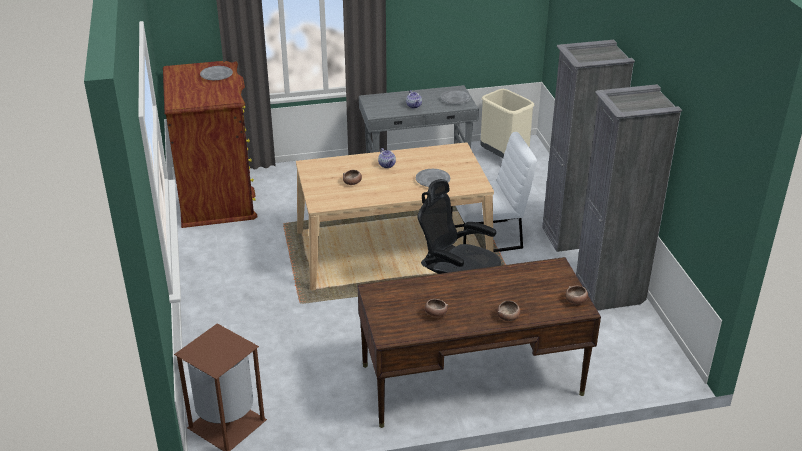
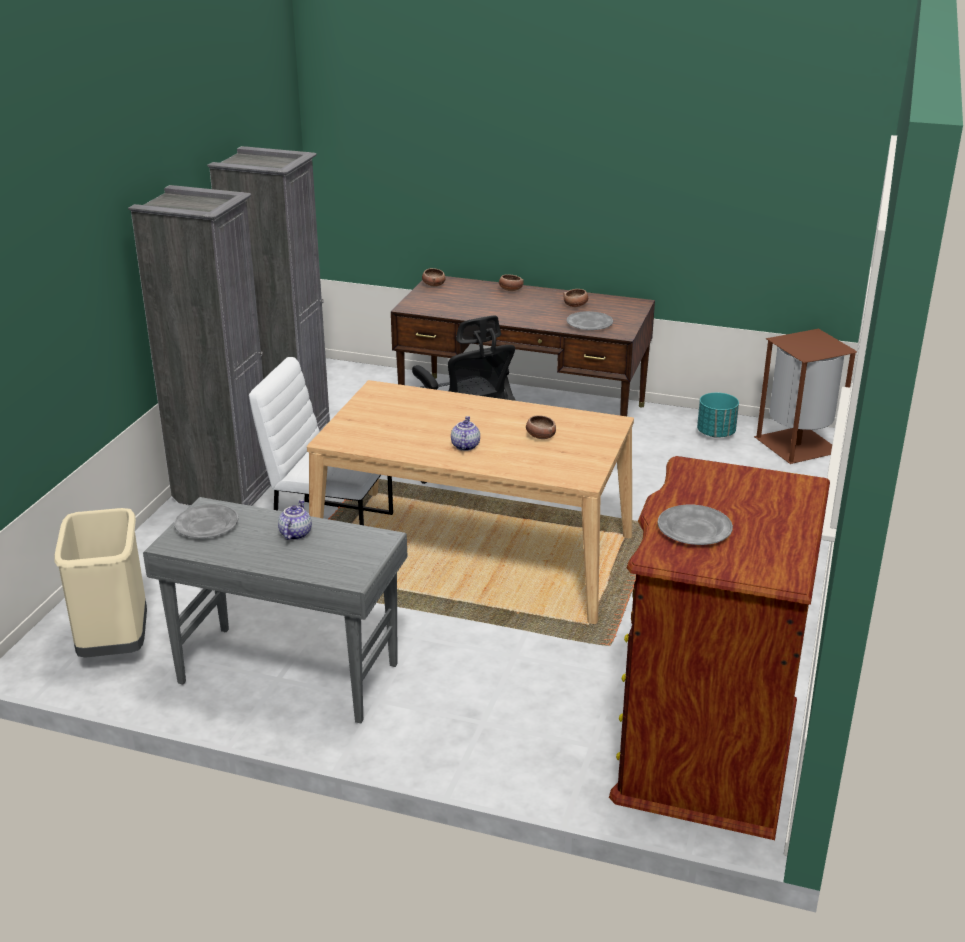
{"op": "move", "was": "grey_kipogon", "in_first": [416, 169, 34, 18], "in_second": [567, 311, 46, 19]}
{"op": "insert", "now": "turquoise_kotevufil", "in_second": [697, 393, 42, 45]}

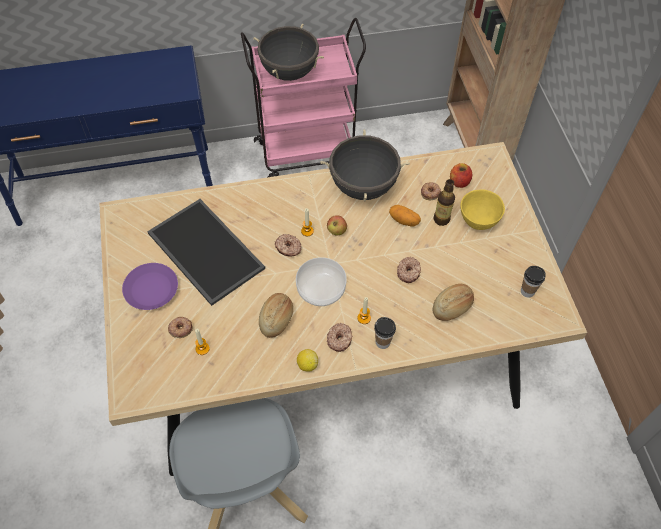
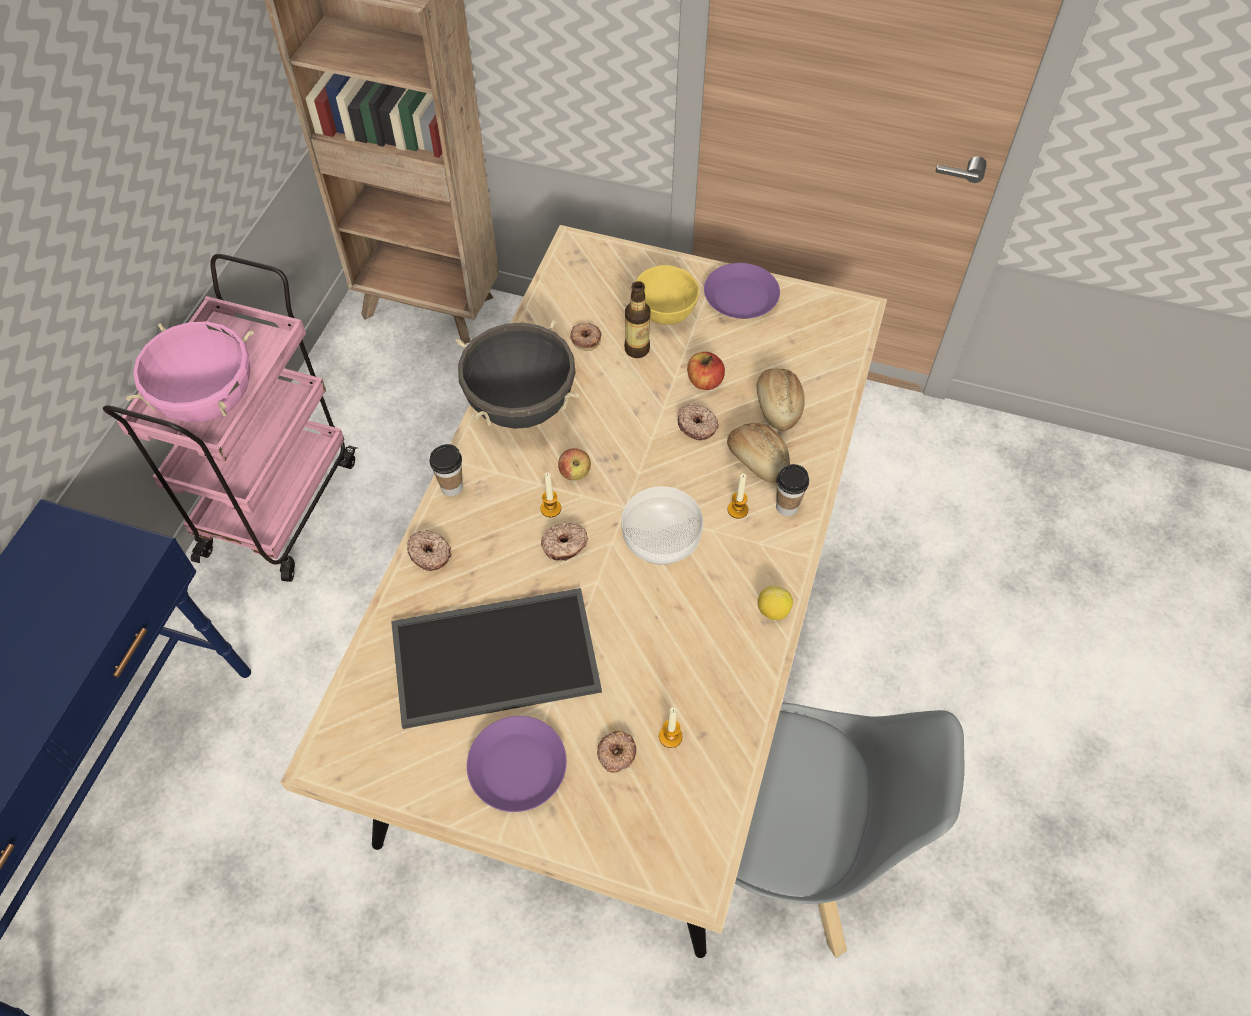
{"op": "recolor", "was": "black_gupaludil", "now": "pink_gupaludil", "in_first": [253, 24, 71, 57], "in_second": [126, 321, 128, 102]}
{"op": "move", "was": "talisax", "in_first": [327, 323, 25, 29], "in_second": [407, 530, 44, 41]}
{"op": "move", "was": "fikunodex", "in_first": [521, 266, 25, 32], "in_second": [430, 444, 33, 52]}
{"op": "move", "was": "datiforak", "in_first": [450, 163, 22, 25], "in_second": [687, 352, 38, 38]}
{"op": "insert", "now": "purple_kipogon", "in_second": [704, 263, 76, 56]}
{"op": "move", "was": "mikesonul", "in_first": [259, 293, 34, 45], "in_second": [727, 423, 63, 60]}
{"op": "delete", "was": "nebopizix", "in_first": [389, 205, 32, 21]}

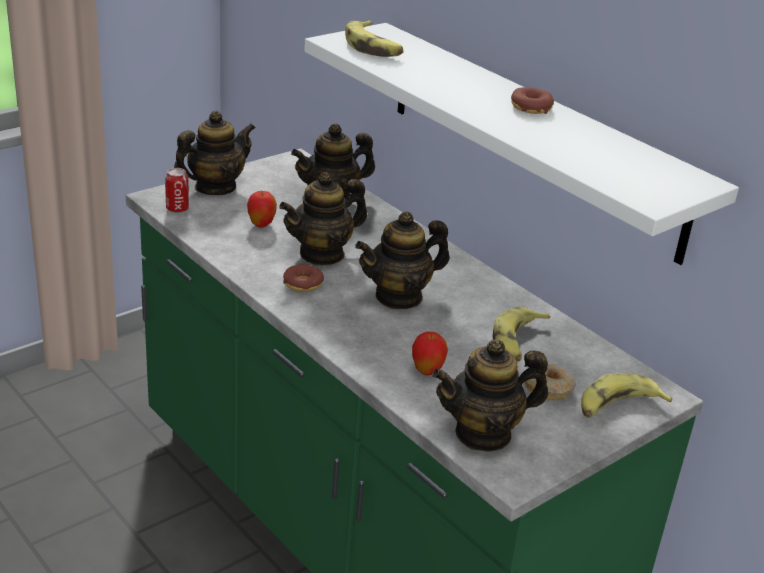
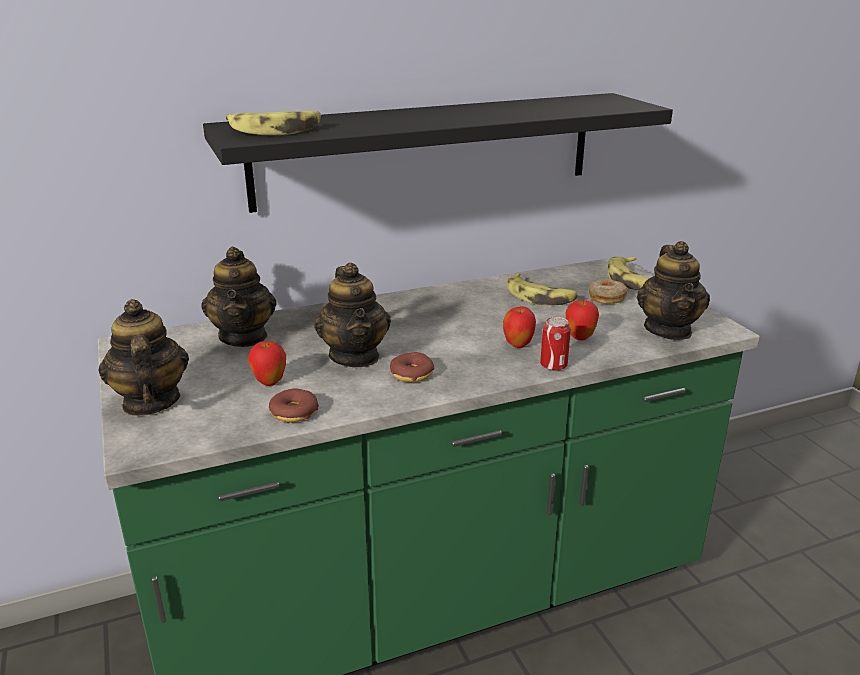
{"op": "recolor", "was": "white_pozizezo", "now": "black_pozizezo", "in_first": [304, 23, 435, 242], "in_second": [203, 93, 470, 120]}
{"op": "move", "was": "talisax", "in_first": [511, 87, 43, 27], "in_second": [269, 388, 50, 35]}
{"op": "insert", "now": "datiforak", "in_second": [503, 307, 33, 41]}
{"op": "move", "was": "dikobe", "in_first": [165, 168, 24, 45], "in_second": [540, 317, 31, 54]}
{"op": "delete", "was": "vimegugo", "in_first": [355, 212, 94, 97]}

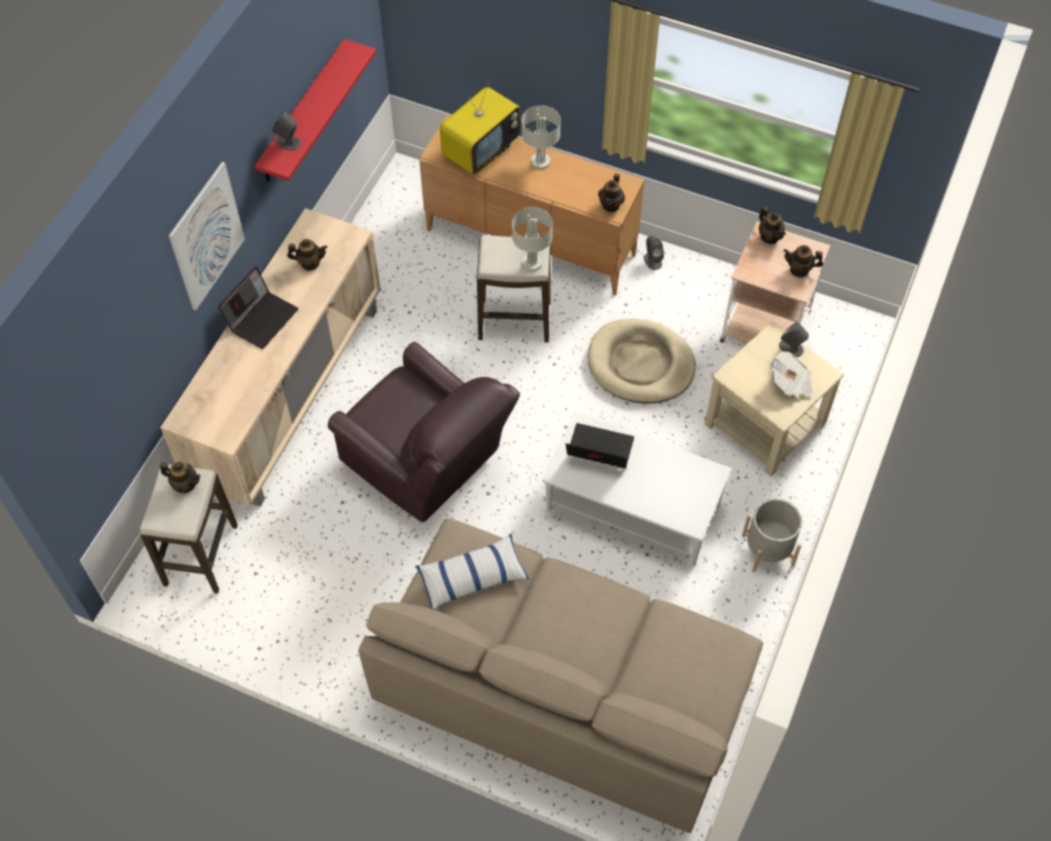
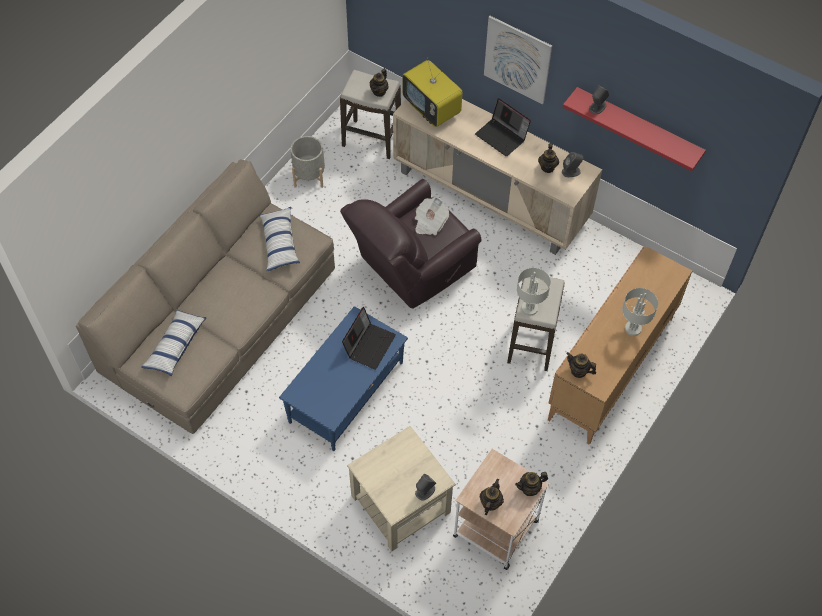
{"op": "insert", "now": "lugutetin", "in_second": [141, 310, 66, 66]}
{"op": "recolor", "was": "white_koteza", "now": "blue_koteza", "in_first": [542, 412, 190, 154], "in_second": [279, 306, 129, 145]}
{"op": "move", "was": "grey_kotevufil", "in_first": [742, 498, 60, 74], "in_second": [290, 136, 35, 52]}
{"op": "move", "was": "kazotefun", "in_first": [440, 81, 80, 94], "in_second": [402, 57, 60, 70]}
{"op": "move", "was": "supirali", "in_first": [770, 352, 43, 46], "in_second": [415, 197, 34, 38]}
{"op": "move", "was": "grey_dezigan", "in_first": [644, 235, 20, 35], "in_second": [562, 152, 22, 25]}
{"op": "delete", "was": "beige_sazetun", "in_first": [588, 319, 108, 85]}

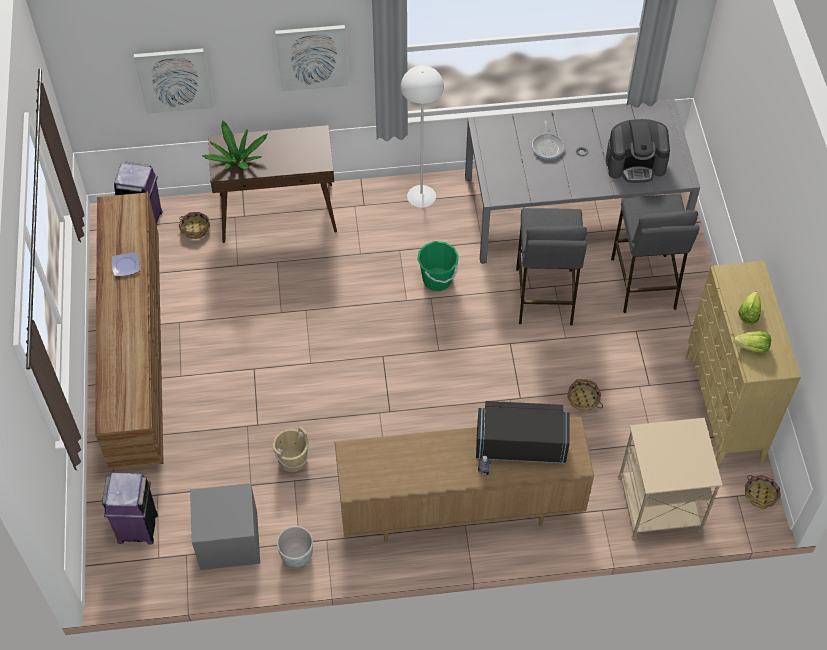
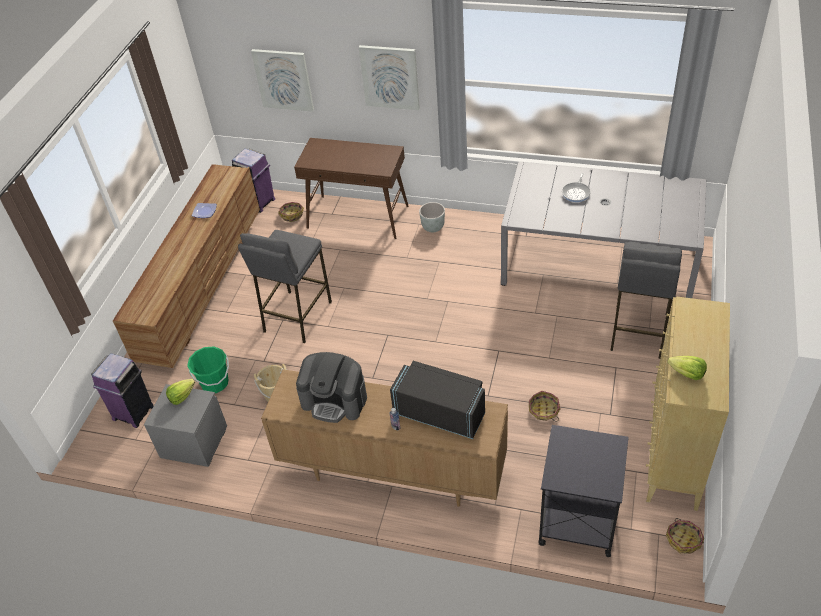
{"op": "move", "was": "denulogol", "in_first": [738, 291, 23, 33], "in_second": [166, 379, 29, 26]}
{"op": "move", "was": "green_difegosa", "in_first": [417, 241, 42, 50], "in_second": [187, 346, 42, 47]}
{"op": "move", "was": "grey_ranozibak", "in_first": [516, 208, 71, 117], "in_second": [238, 230, 94, 113]}
{"op": "move", "was": "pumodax", "in_first": [606, 119, 64, 64], "in_second": [296, 352, 71, 71]}
{"op": "move", "was": "grey_kotevufil", "in_first": [277, 526, 36, 41], "in_second": [419, 202, 26, 30]}
{"op": "recolor", "was": "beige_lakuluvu", "now": "black_lakuluvu", "in_first": [618, 418, 104, 123], "in_second": [538, 425, 91, 132]}
{"op": "delete", "was": "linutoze", "in_first": [202, 120, 66, 50]}
{"op": "delete", "was": "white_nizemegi", "in_first": [401, 65, 43, 143]}

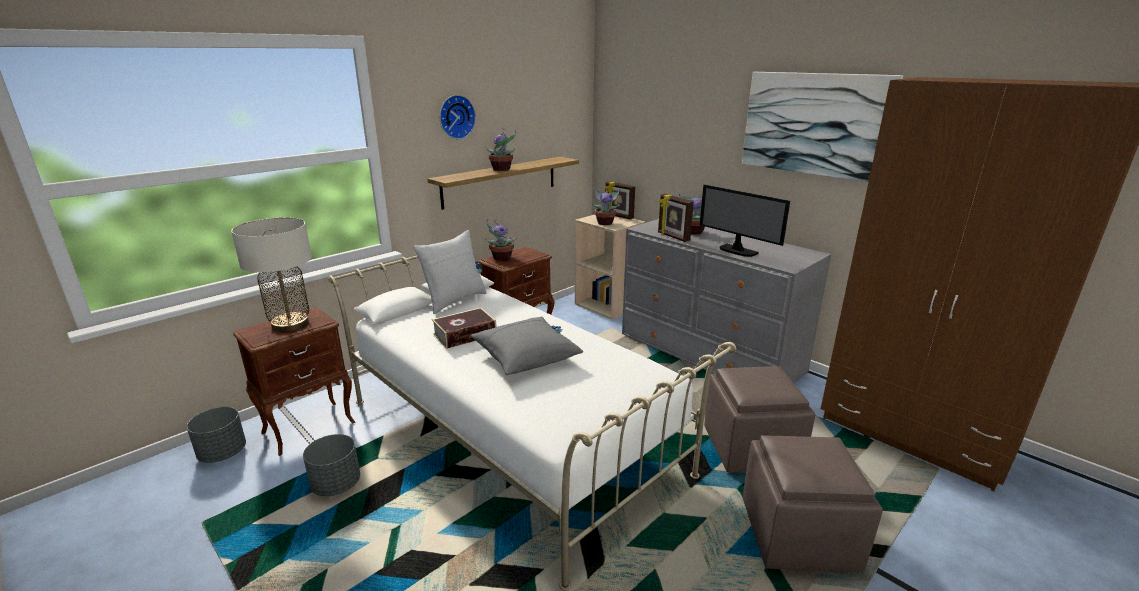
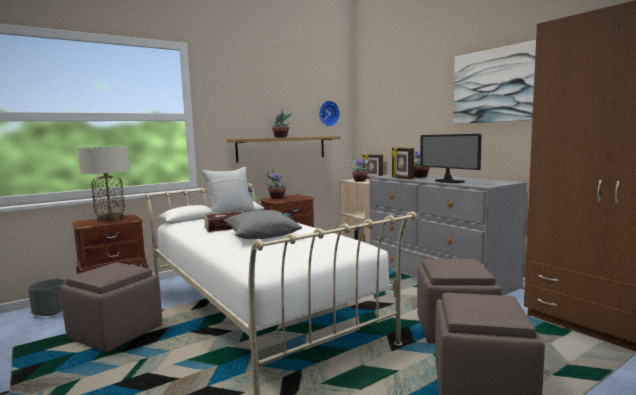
{"op": "replace", "was": "grey_kotevufil", "now": "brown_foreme", "in_first": [303, 434, 57, 62], "in_second": [60, 262, 102, 91]}
{"op": "move", "was": "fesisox", "in_first": [440, 95, 36, 44], "in_second": [319, 101, 21, 26]}

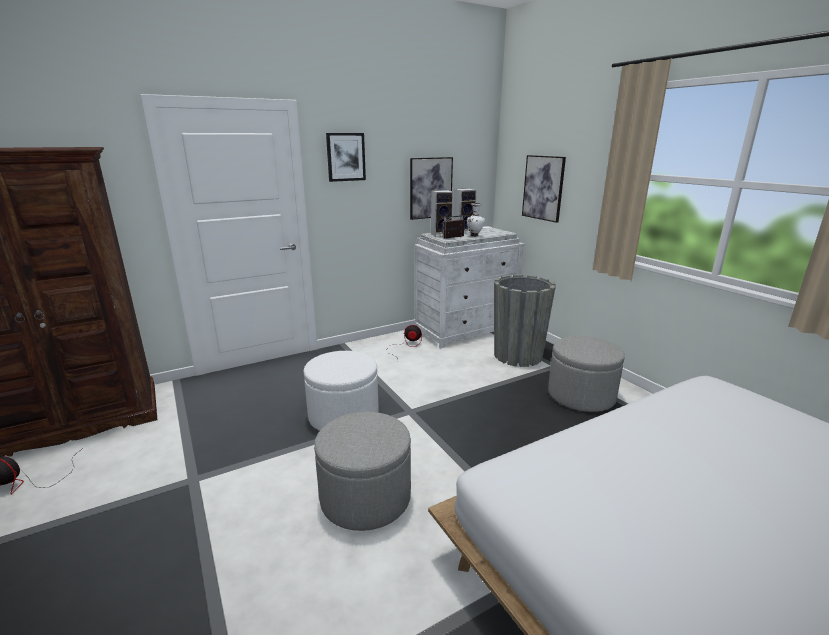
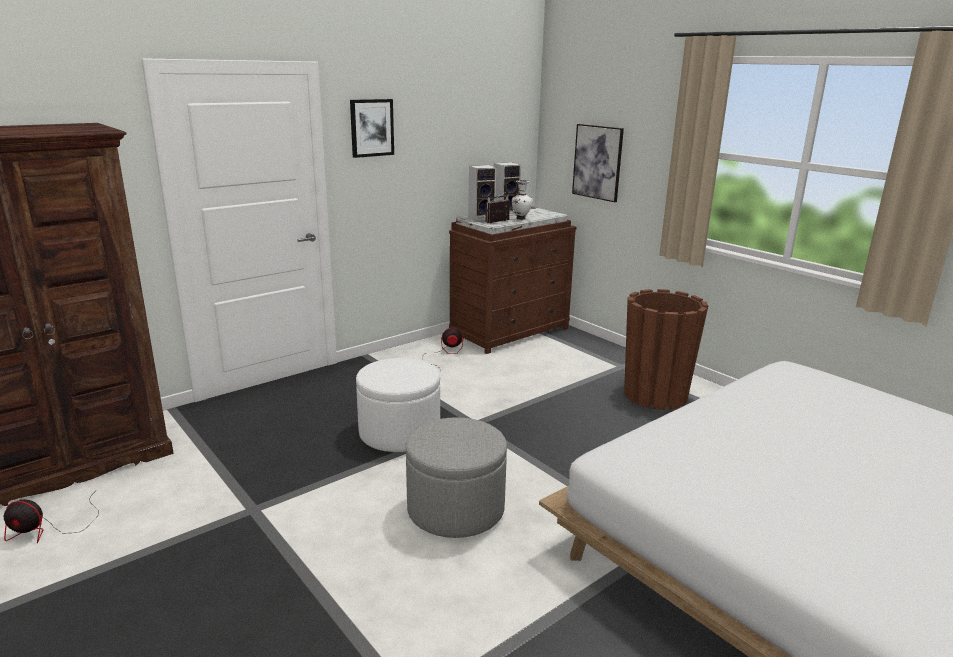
{"op": "recolor", "was": "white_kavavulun", "now": "brown_kavavulun", "in_first": [415, 226, 109, 122], "in_second": [449, 206, 127, 148]}
{"op": "replace", "was": "grey_foreme", "now": "brown_kotevufil", "in_first": [548, 336, 77, 76], "in_second": [624, 289, 84, 121]}
{"op": "delete", "was": "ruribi", "in_first": [410, 157, 43, 63]}
{"op": "delete", "was": "grey_kotevufil", "in_first": [494, 275, 62, 92]}

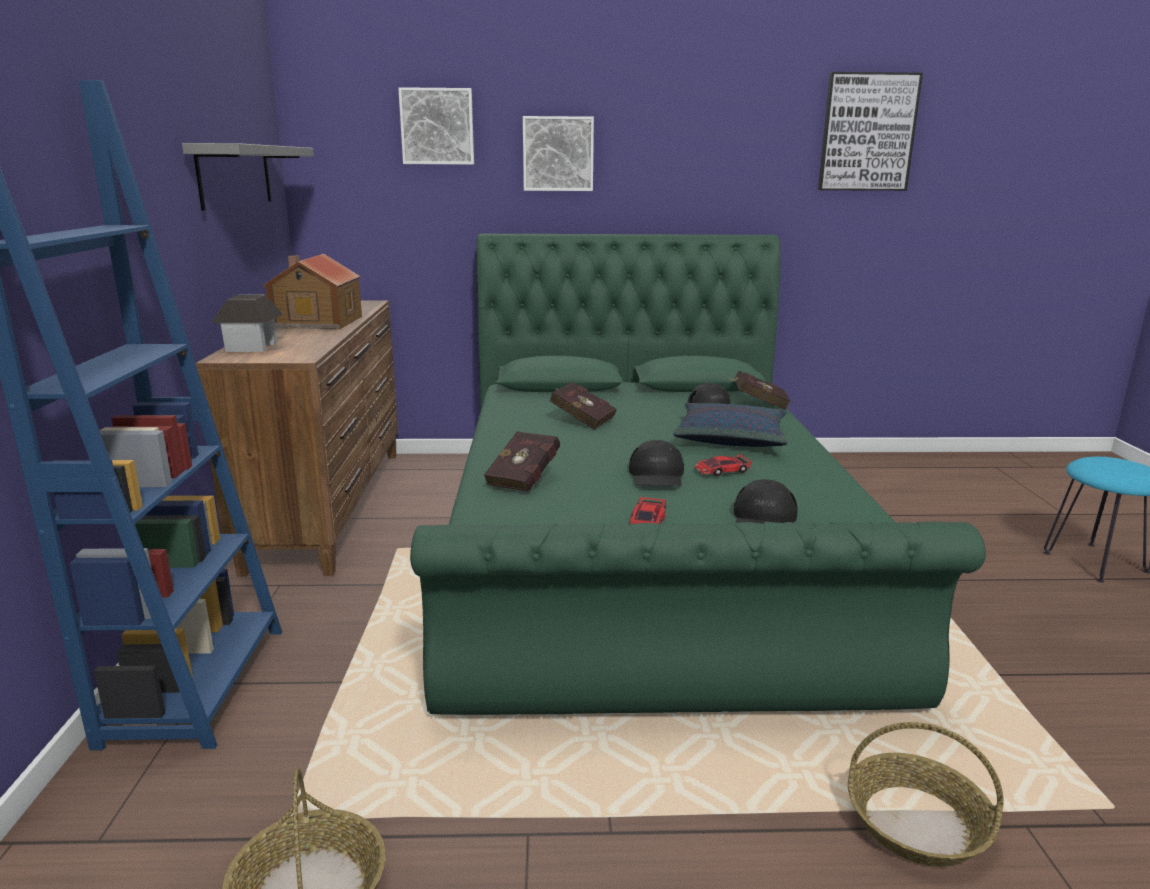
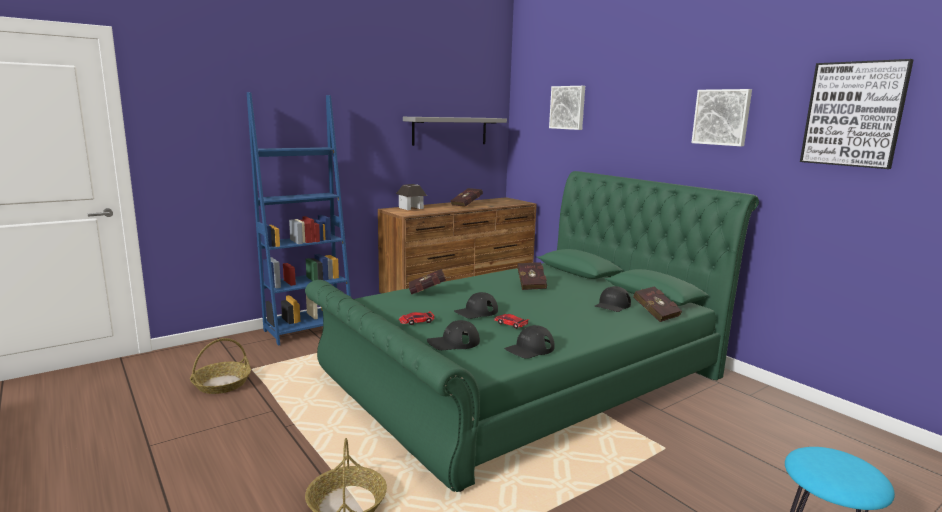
{"op": "replace", "was": "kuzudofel", "now": "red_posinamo", "in_first": [264, 254, 98, 75], "in_second": [450, 188, 33, 19]}
{"op": "insert", "now": "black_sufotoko", "in_second": [504, 325, 51, 34]}
{"op": "move", "was": "ruribi", "in_first": [523, 116, 71, 75], "in_second": [691, 89, 61, 57]}
{"op": "delete", "was": "blue_lugutetin", "in_first": [673, 403, 115, 44]}

